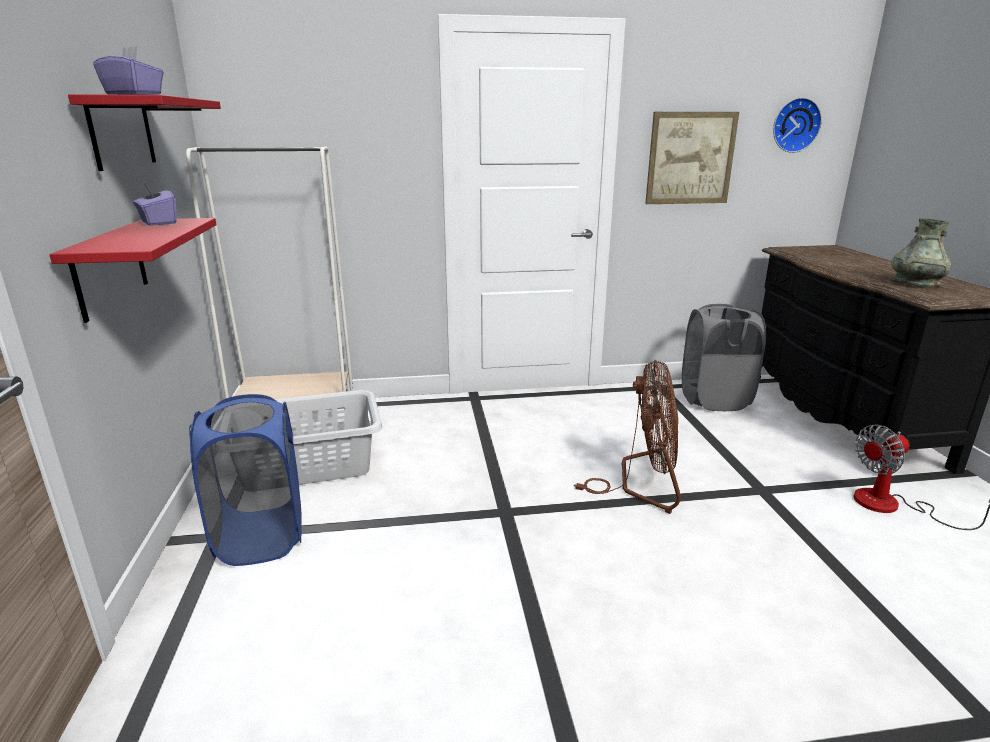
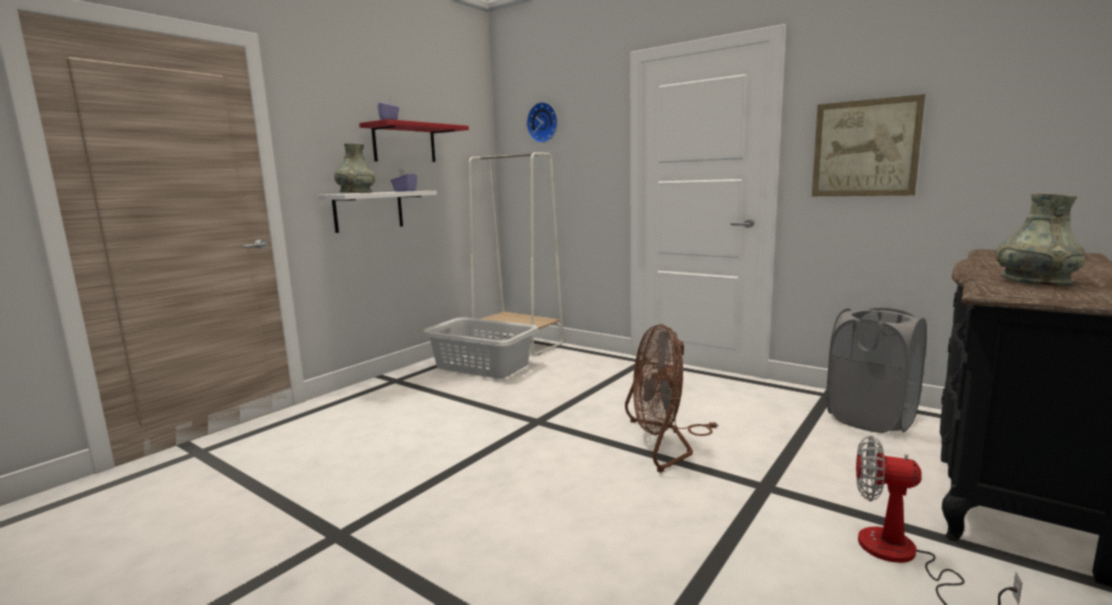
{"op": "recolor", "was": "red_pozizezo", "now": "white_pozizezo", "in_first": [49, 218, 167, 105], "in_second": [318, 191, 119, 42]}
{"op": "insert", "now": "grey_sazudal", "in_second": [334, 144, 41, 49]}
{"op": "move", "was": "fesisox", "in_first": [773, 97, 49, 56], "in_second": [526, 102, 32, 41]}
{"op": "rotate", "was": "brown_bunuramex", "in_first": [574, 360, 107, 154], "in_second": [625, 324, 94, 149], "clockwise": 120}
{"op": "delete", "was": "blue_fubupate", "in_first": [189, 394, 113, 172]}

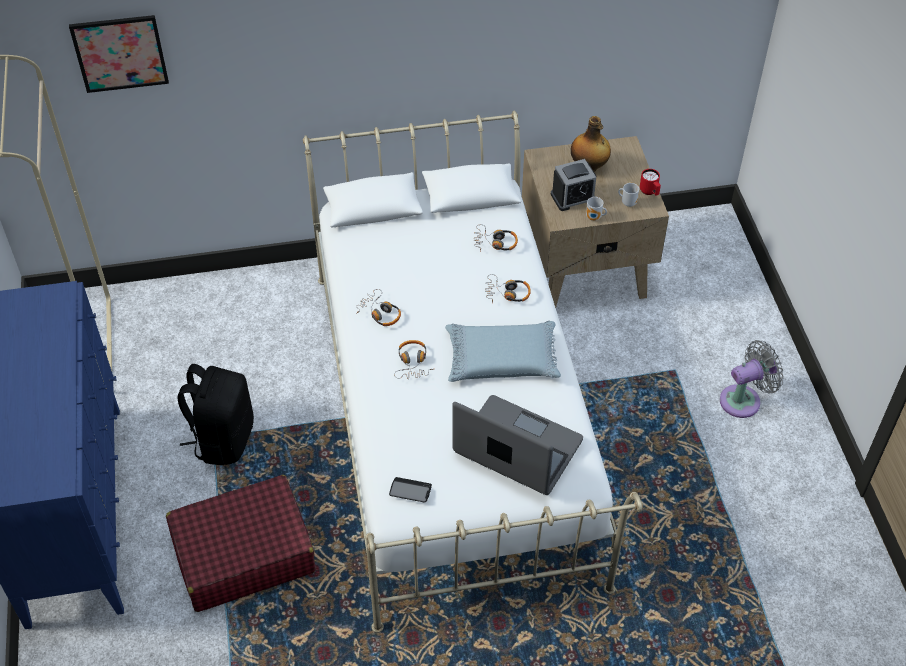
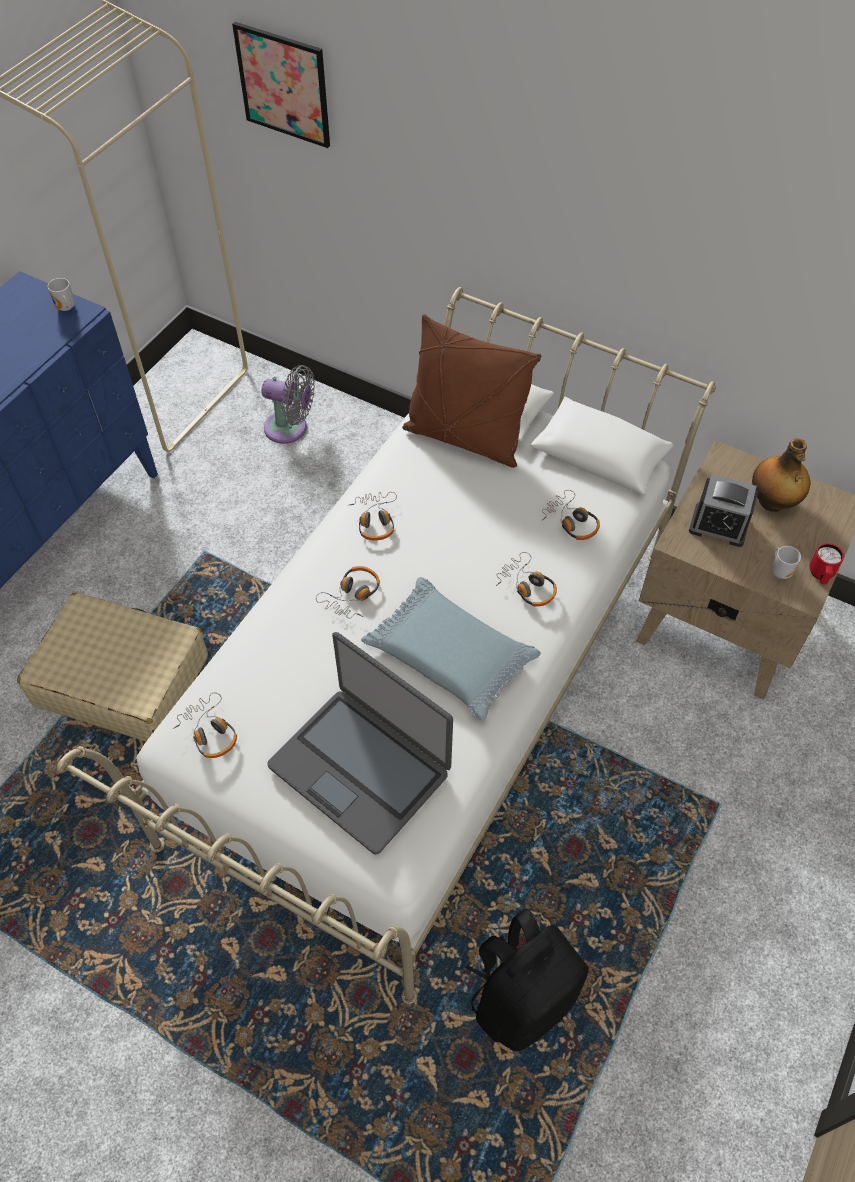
{"op": "recolor", "was": "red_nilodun", "now": "beige_nilodun", "in_first": [166, 475, 150, 137], "in_second": [17, 593, 191, 149]}
{"op": "move", "was": "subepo", "in_first": [586, 197, 21, 24], "in_second": [47, 278, 28, 33]}
{"op": "replace", "was": "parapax", "now": "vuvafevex", "in_first": [389, 477, 43, 26], "in_second": [173, 692, 64, 66]}
{"op": "move", "was": "grey_bunuramex", "in_first": [720, 340, 64, 78], "in_second": [261, 365, 54, 79]}
{"op": "rotate", "was": "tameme", "in_first": [452, 395, 131, 100], "in_second": [268, 632, 185, 223], "clockwise": 150}
{"op": "insert", "now": "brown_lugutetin", "in_second": [402, 314, 139, 154]}
{"op": "move", "was": "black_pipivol", "in_first": [178, 364, 76, 101], "in_second": [465, 908, 124, 143]}

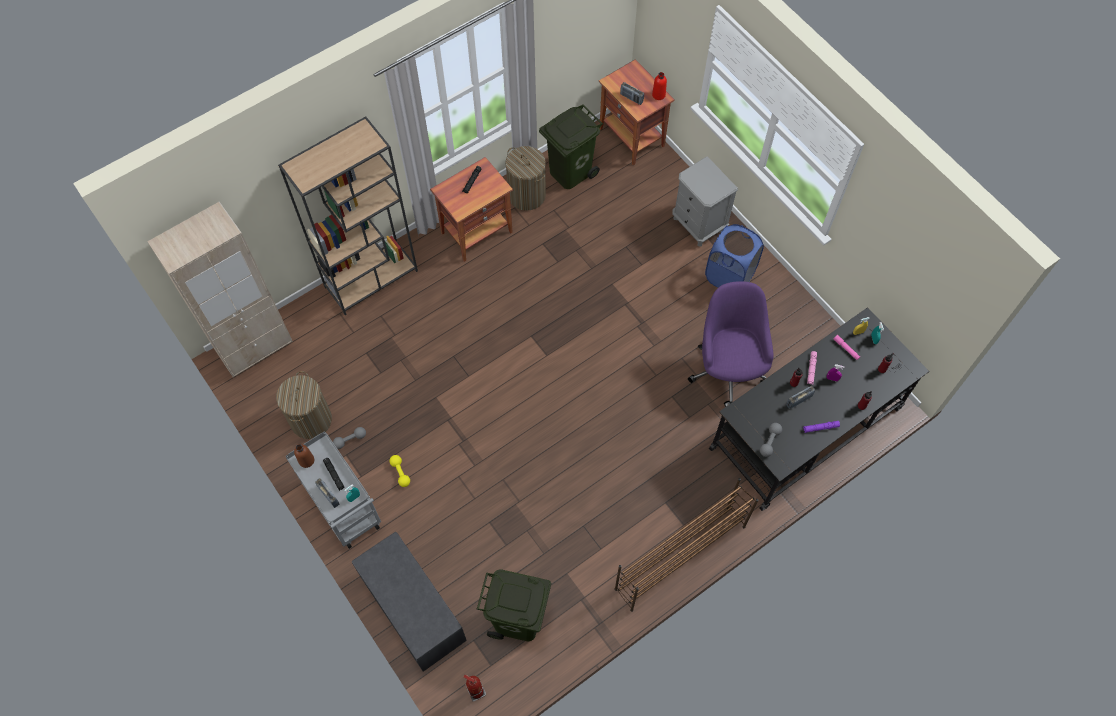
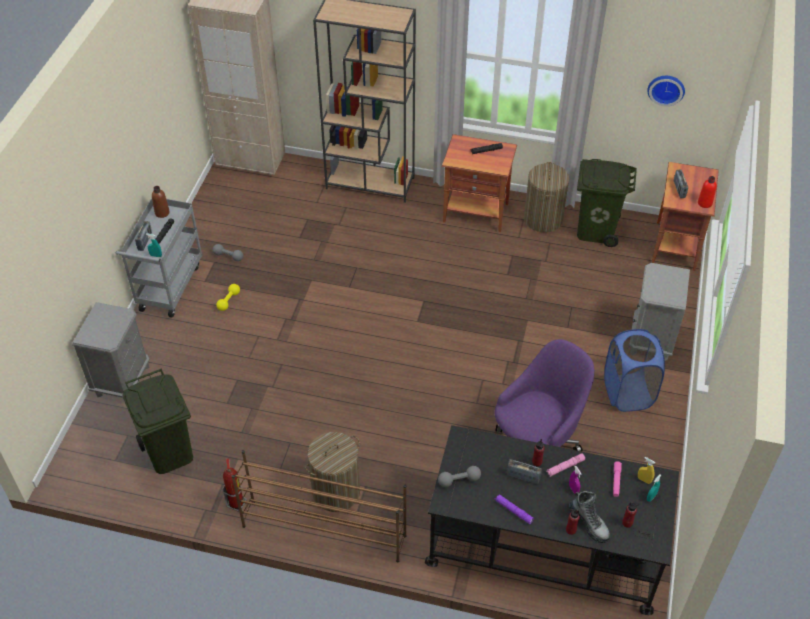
{"op": "replace", "was": "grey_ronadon", "now": "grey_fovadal", "in_first": [352, 532, 115, 140], "in_second": [72, 302, 78, 96]}
{"op": "move", "was": "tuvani", "in_first": [463, 674, 23, 28], "in_second": [222, 458, 25, 54]}
{"op": "move", "was": "fubupate", "in_first": [276, 371, 56, 68], "in_second": [305, 432, 55, 80]}
{"op": "insert", "now": "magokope", "in_second": [569, 491, 41, 52]}
{"op": "insert", "now": "fesisox", "in_second": [647, 76, 38, 30]}

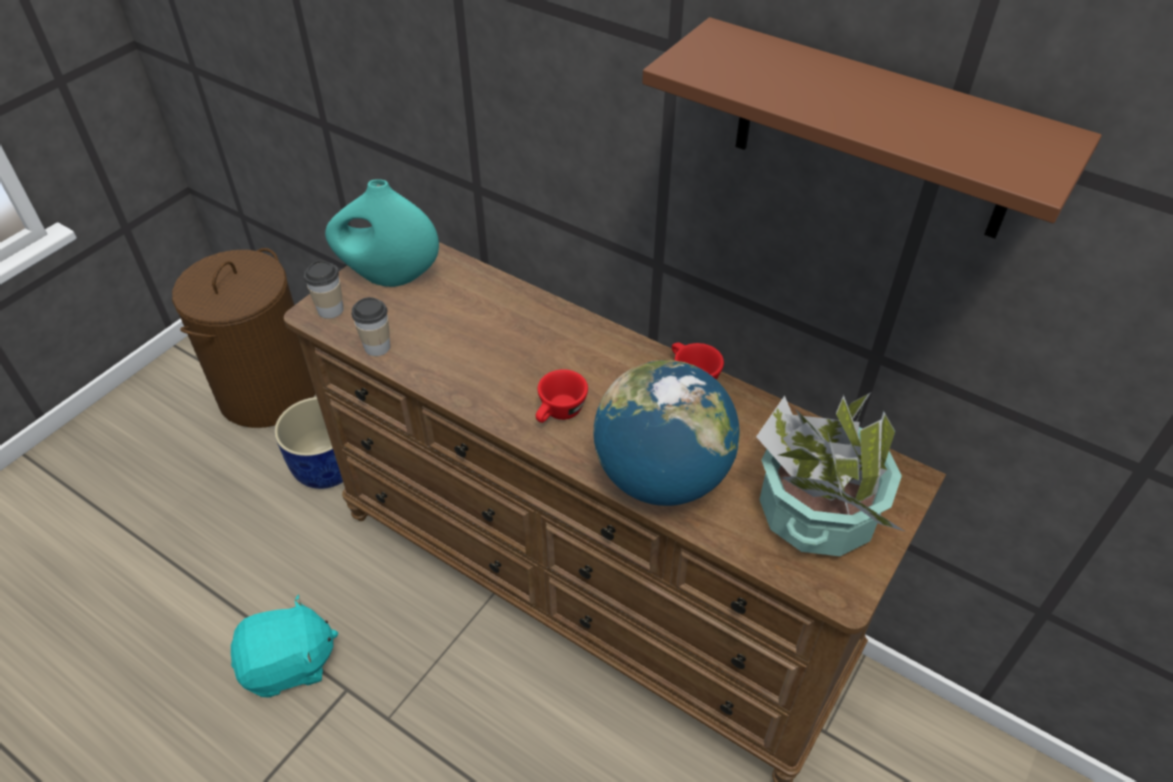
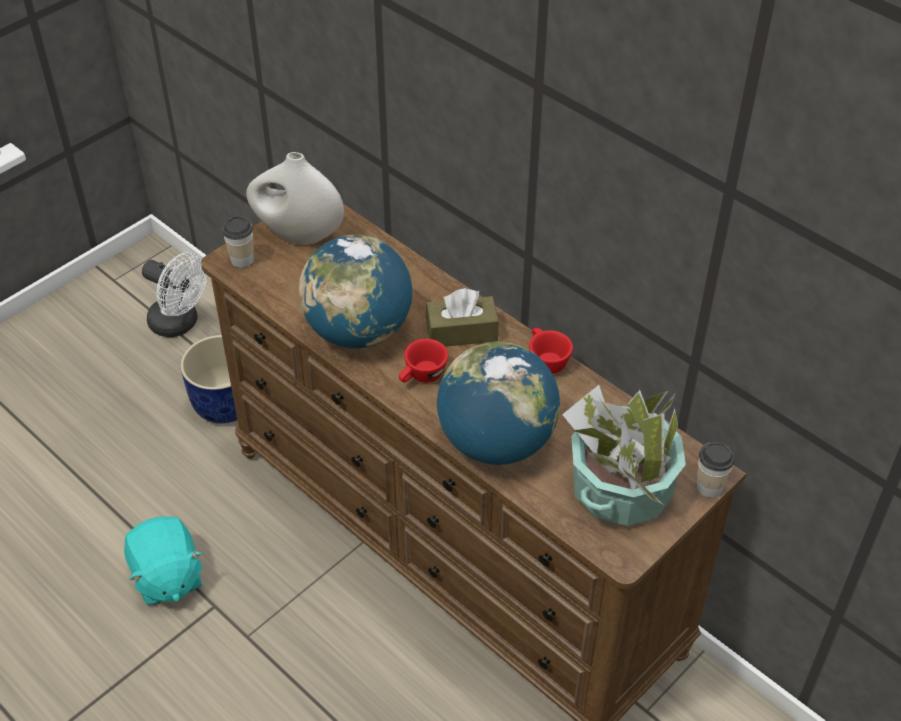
{"op": "rotate", "was": "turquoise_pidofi", "in_first": [231, 595, 107, 102], "in_second": [124, 516, 79, 89], "clockwise": 75}
{"op": "replace", "was": "brown_fubupate", "now": "white_bunuramex", "in_first": [172, 248, 144, 180], "in_second": [142, 252, 65, 86]}
{"op": "recolor", "was": "turquoise_sazudal", "now": "white_sazudal", "in_first": [325, 179, 114, 108], "in_second": [246, 152, 98, 93]}
{"op": "insert", "now": "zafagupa", "in_second": [298, 235, 114, 113]}
{"op": "insert", "now": "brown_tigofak", "in_second": [426, 288, 73, 59]}
{"op": "move", "was": "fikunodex", "in_first": [352, 297, 38, 59], "in_second": [697, 442, 38, 56]}
{"op": "delete", "was": "brown_pozizezo", "in_first": [642, 17, 460, 222]}

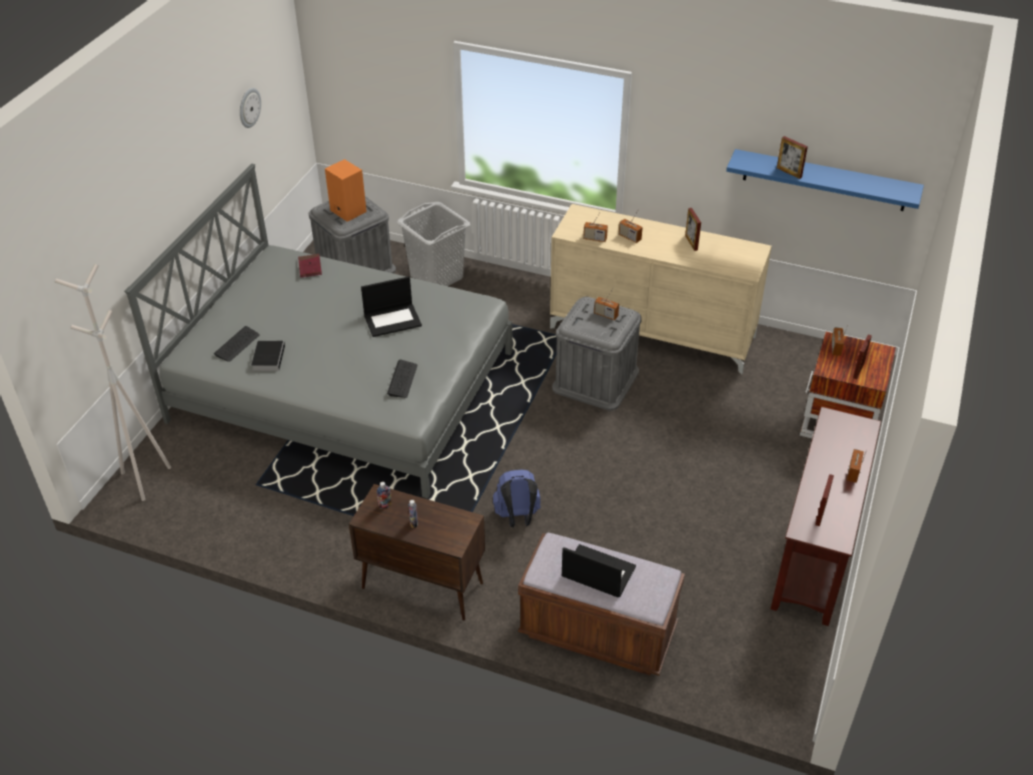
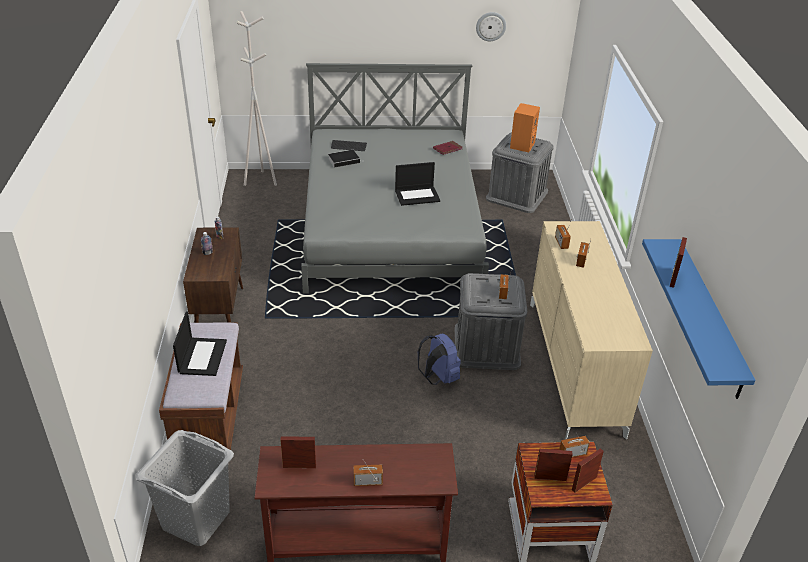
{"op": "move", "was": "grey_fubupate", "in_first": [396, 202, 74, 84], "in_second": [135, 430, 99, 116]}
{"op": "rotate", "was": "tameme", "in_first": [361, 276, 61, 61], "in_second": [395, 162, 45, 44], "clockwise": -60}
{"op": "move", "was": "blue_pipivol", "in_first": [493, 469, 48, 59], "in_second": [418, 333, 43, 52]}
{"op": "move", "was": "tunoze", "in_first": [685, 208, 16, 43], "in_second": [572, 448, 32, 45]}
{"op": "delete", "was": "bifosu", "in_first": [387, 359, 31, 39]}

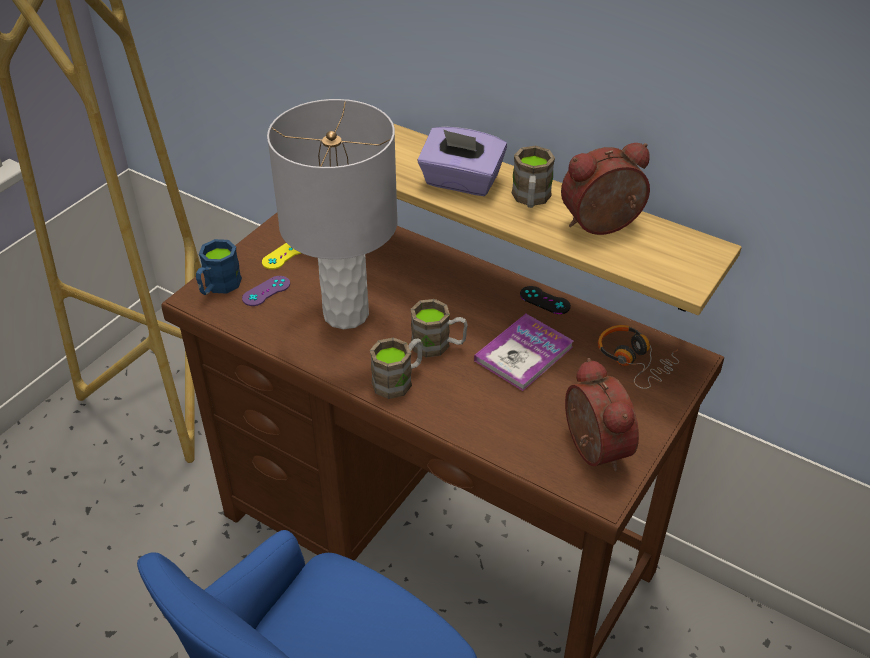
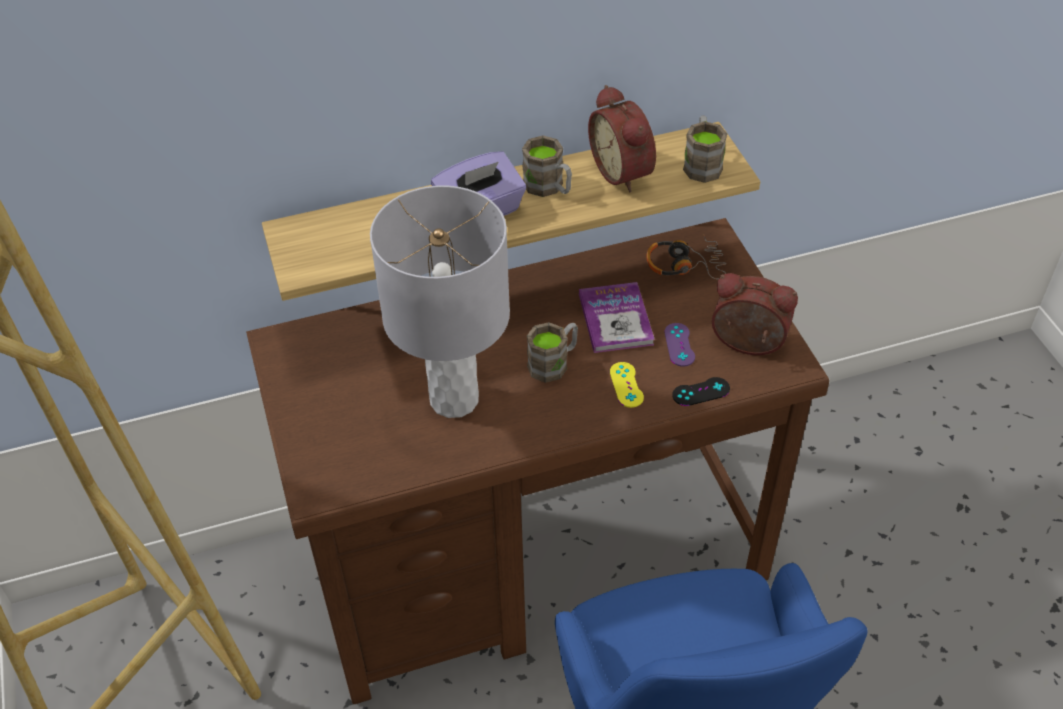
{"op": "rotate", "was": "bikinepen", "in_first": [561, 143, 89, 92], "in_second": [588, 85, 68, 108], "clockwise": -45}
{"op": "move", "was": "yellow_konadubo", "in_first": [262, 243, 39, 26], "in_second": [610, 362, 34, 46]}
{"op": "move", "was": "purple_konadubo", "in_first": [242, 276, 48, 30], "in_second": [664, 323, 31, 44]}
{"op": "move", "was": "black_konadubo", "in_first": [520, 286, 51, 28], "in_second": [672, 377, 58, 29]}
{"op": "move", "was": "brown_subepo", "in_first": [370, 337, 53, 62], "in_second": [683, 116, 44, 67]}
{"op": "delete", "was": "blue_subepo", "in_first": [196, 239, 46, 56]}

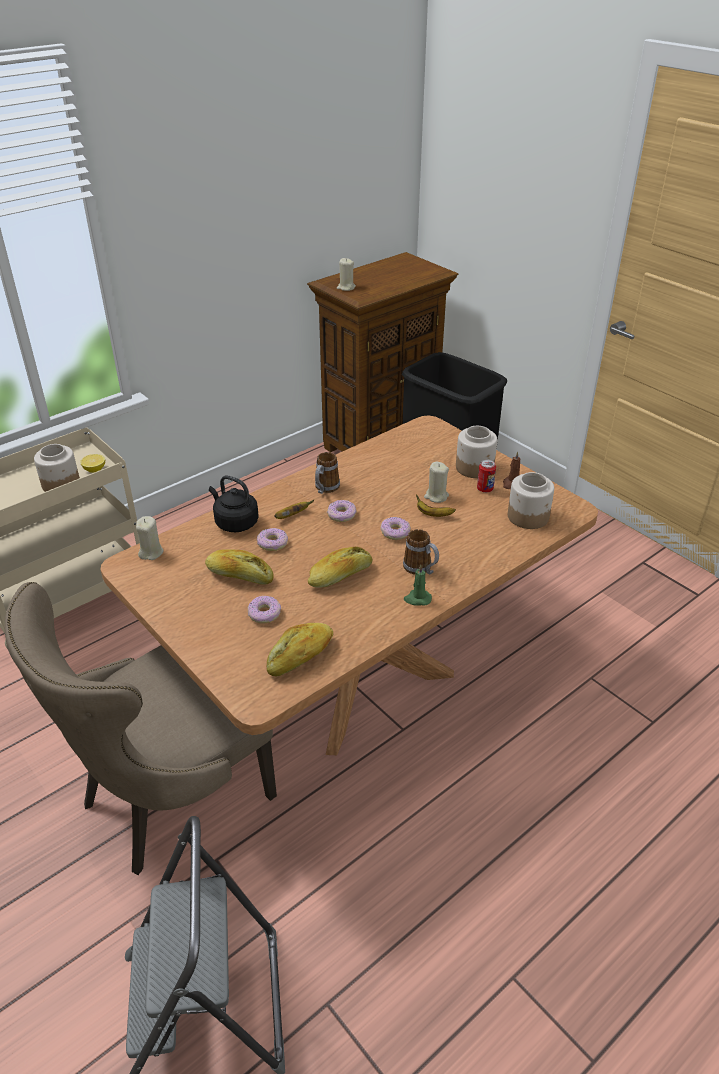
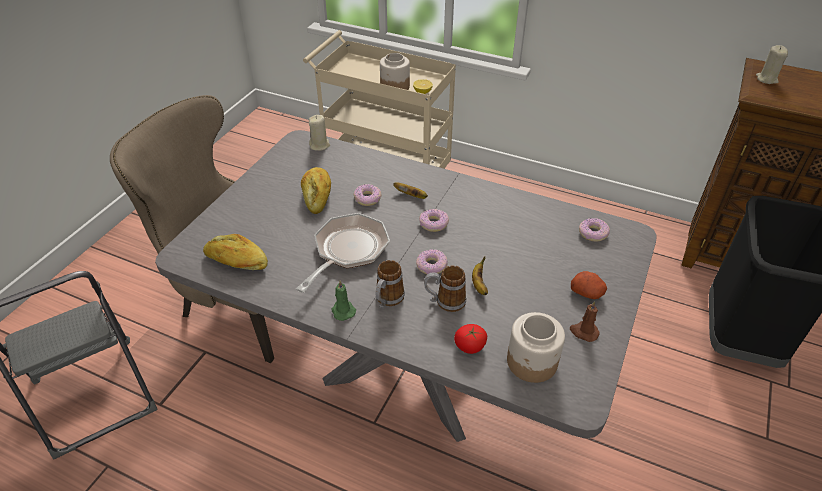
{"op": "recolor", "was": "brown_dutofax", "now": "grey_dutofax", "in_first": [101, 415, 497, 340], "in_second": [155, 130, 501, 312]}
{"op": "replace", "was": "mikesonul", "now": "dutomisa", "in_first": [308, 546, 65, 42], "in_second": [296, 213, 94, 80]}
{"op": "move", "was": "subepo", "in_first": [315, 452, 25, 42], "in_second": [424, 265, 42, 47]}
{"op": "insert", "now": "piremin", "in_second": [454, 324, 33, 30]}
{"op": "replace", "was": "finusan", "now": "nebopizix", "in_first": [456, 426, 41, 52], "in_second": [571, 271, 36, 28]}
{"op": "move", "was": "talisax", "in_first": [248, 596, 33, 28], "in_second": [579, 218, 31, 24]}
{"op": "delete", "was": "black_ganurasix", "in_first": [209, 475, 50, 57]}
{"op": "delete", "was": "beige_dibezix", "in_first": [424, 461, 25, 42]}
{"op": "delete", "was": "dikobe", "in_first": [477, 460, 19, 33]}

